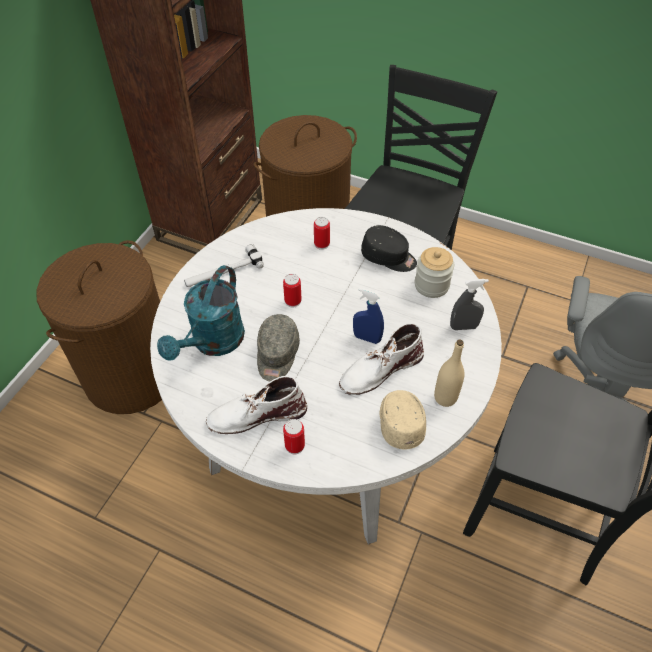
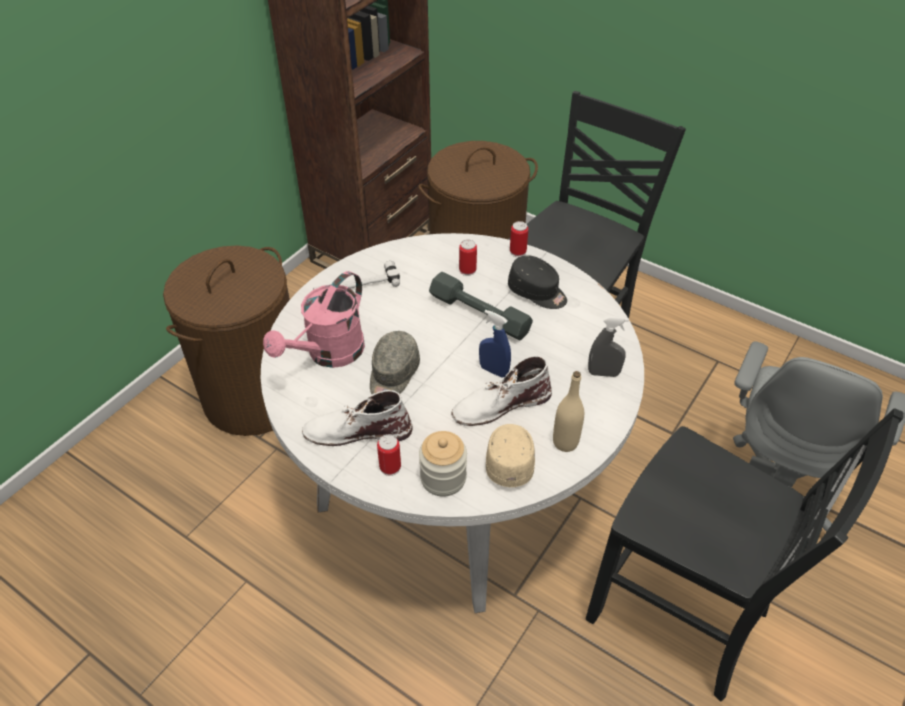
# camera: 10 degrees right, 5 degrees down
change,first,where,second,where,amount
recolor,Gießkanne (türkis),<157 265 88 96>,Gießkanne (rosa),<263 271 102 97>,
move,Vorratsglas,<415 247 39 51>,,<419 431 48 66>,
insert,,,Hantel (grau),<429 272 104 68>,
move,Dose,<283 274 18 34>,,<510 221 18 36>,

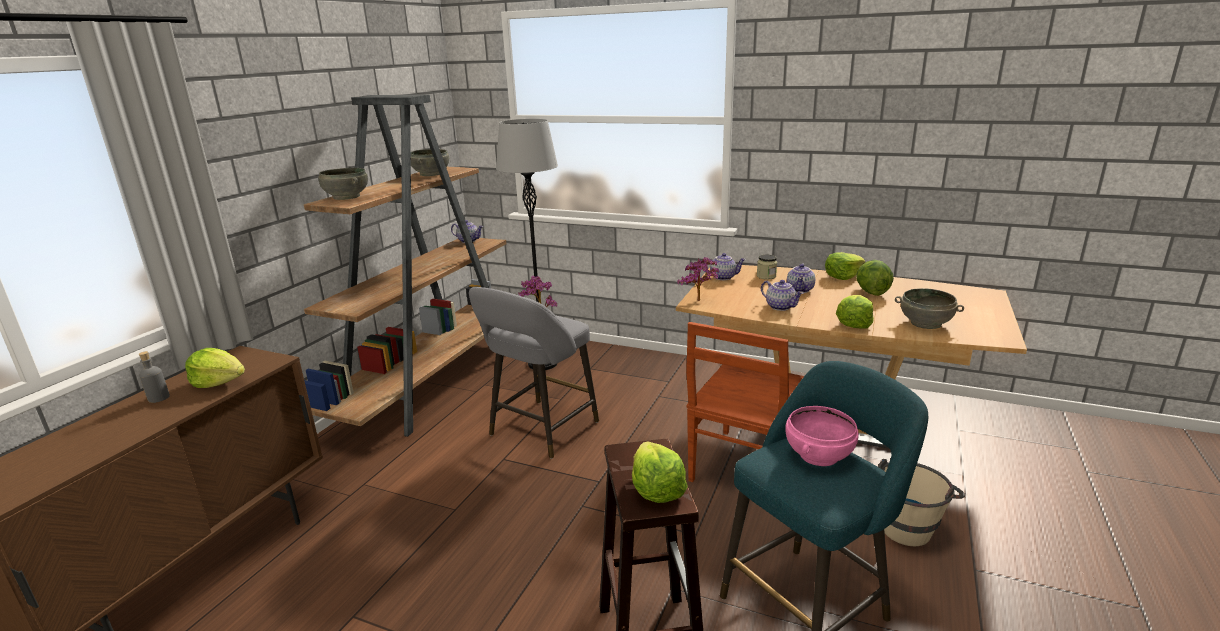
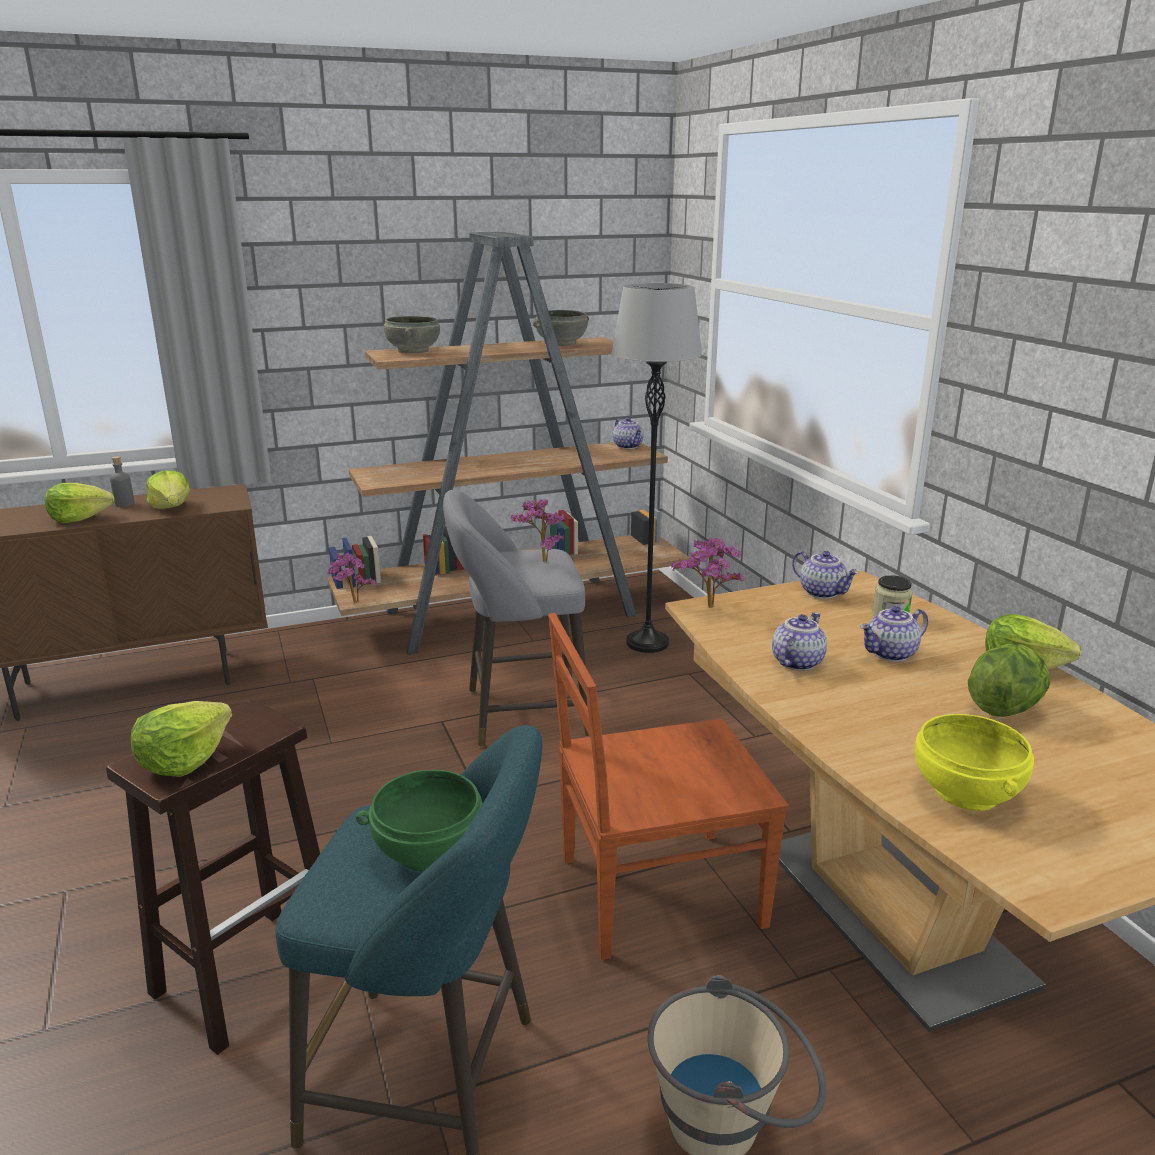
# camera: 45 degrees right, 0 degrees up
change,first,where,second,where,amount
move,Salatkopf,<836 295 38 33>,,<45 483 69 40>,
insert,,,Topfpflanze,<328 553 48 50>,
recolor,Schüssel (rosa),<786 406 73 60>,Schüssel (grün),<356 770 127 101>,
rotate,Teekanne,<761 280 42 31>,,<772 612 55 59>,150 degrees counterclockwise
recolor,Schüssel (grau),<895 288 69 41>,Schüssel (gelb),<915 714 119 97>,

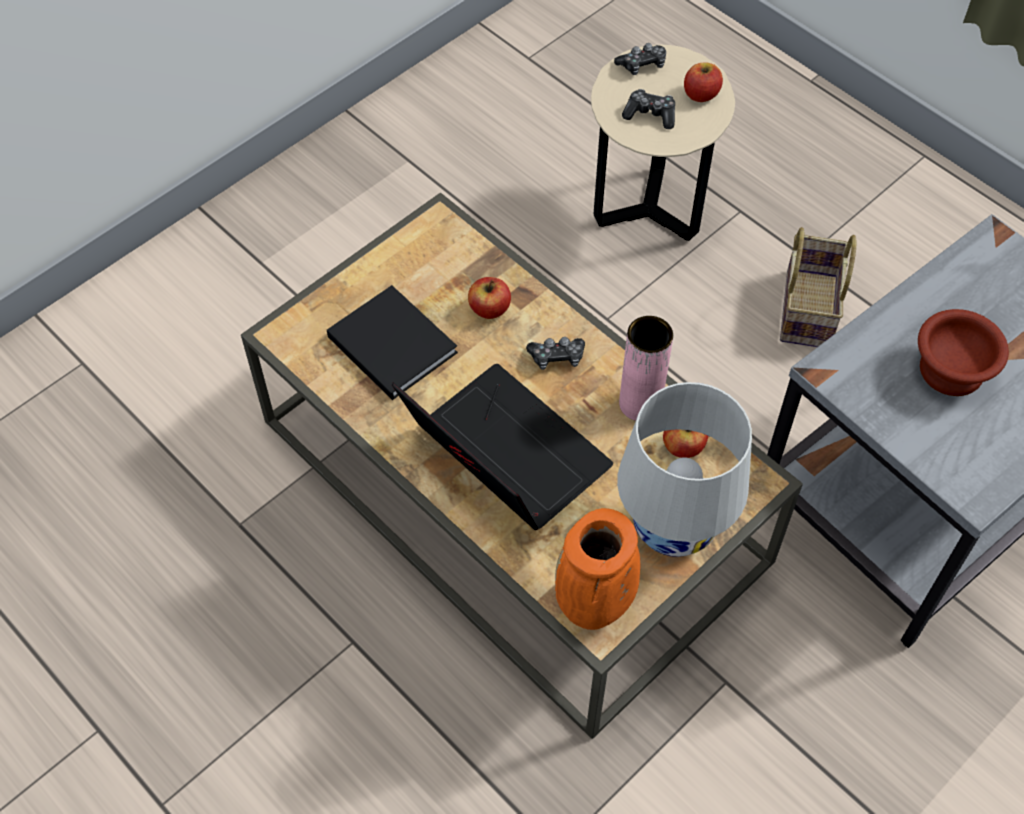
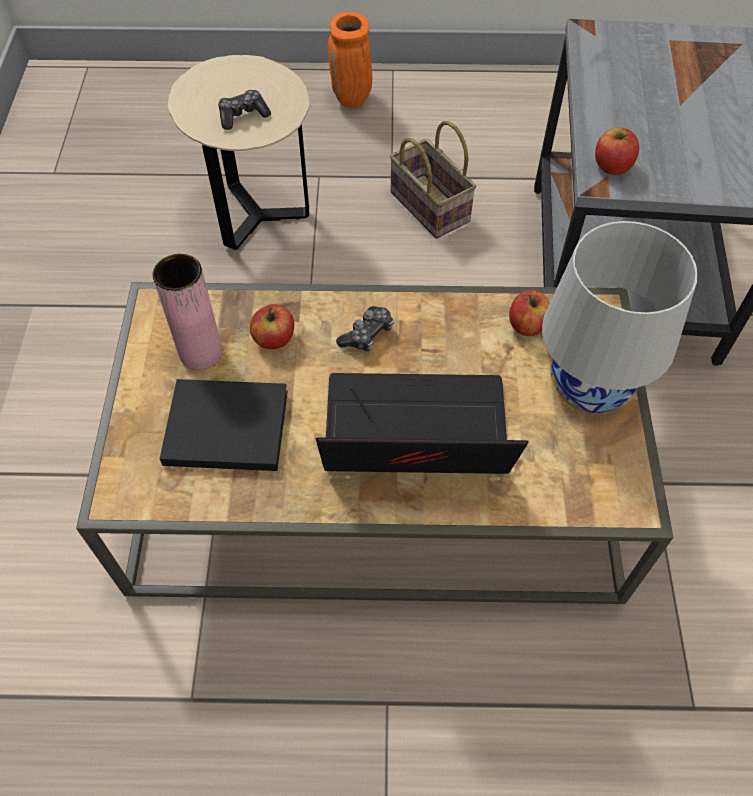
# camera: 45 degrees left, 0 degrees up
change,first,where,second,where,amount
move,Vase (rosa),<619 316 54 105>,,<153 254 69 115>,
move,Vase (orange),<555 508 85 122>,,<328 12 44 96>,
move,Apfel,<684 63 39 39>,,<595 127 44 48>,
delete,Gamepad,<614 43 52 32>,,,
delete,Schüssel (braun),<918 309 91 87>,,,

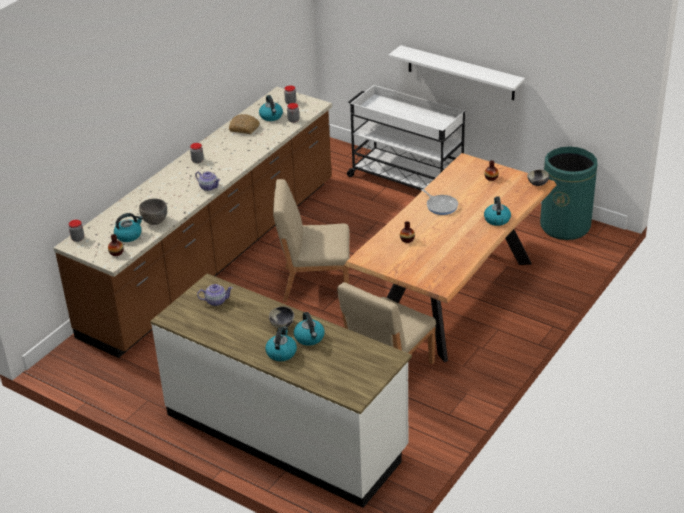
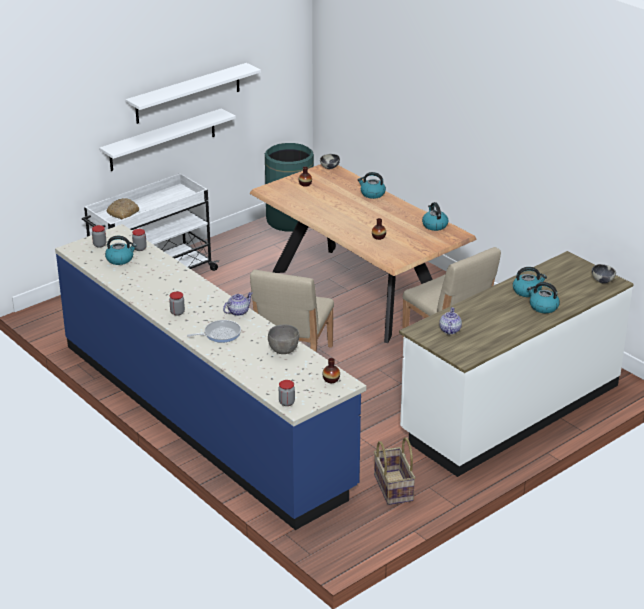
# camera: 75 degrees left, 5 degrees down
change,first,where,second,where,amount
recolor,Küchenzeile (braun),<54 87 278 271>,Küchenzeile (blau),<55 224 311 306>,
move,Brot,<229 114 31 20>,,<107 198 32 21>,
insert,,,Wandregal (weiß),<125 63 136 61>,
move,Pfanne,<421 189 37 26>,,<187 320 54 23>,
insert,,,Korb,<374 437 42 68>,
move,Wasserkessel,<114 213 29 29>,,<422 202 26 29>,
move,Schüssel,<269 307 25 21>,,<592 264 24 19>,

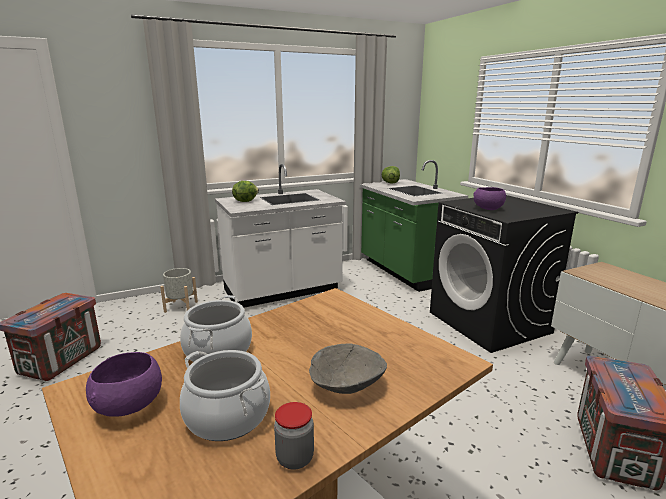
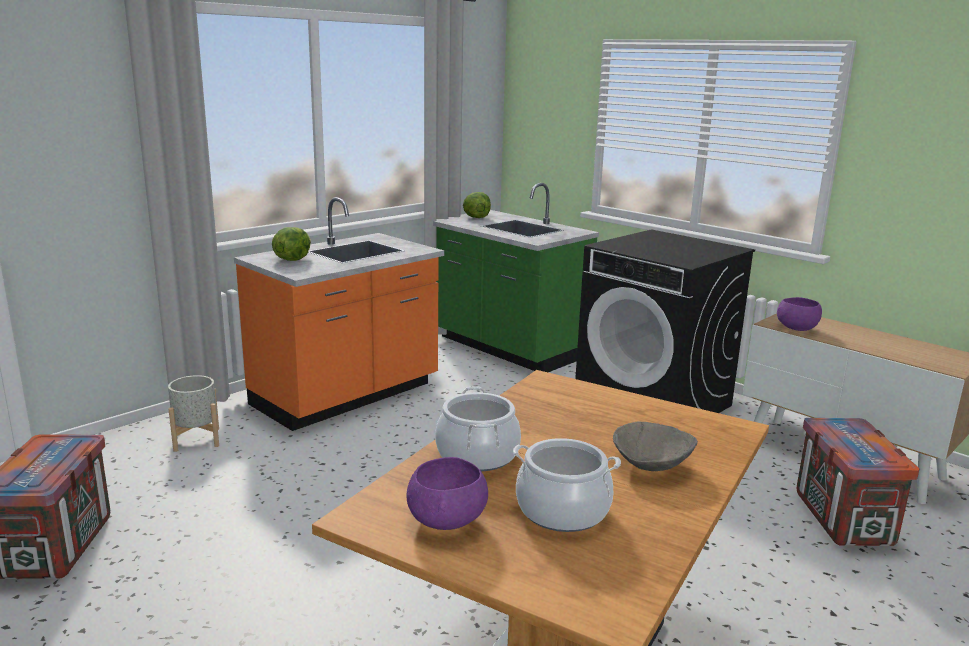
# camera: 20 degrees left, 0 degrees up
change,first,where,second,where,amount
recolor,Küchenzeile (weiß),<215 164 131 144>,Küchenzeile (orange),<234 197 210 234>,
move,Schüssel (lila),<473 187 33 23>,,<777 297 45 34>,
delete,Vorratsglas,<274 402 40 68>,,,

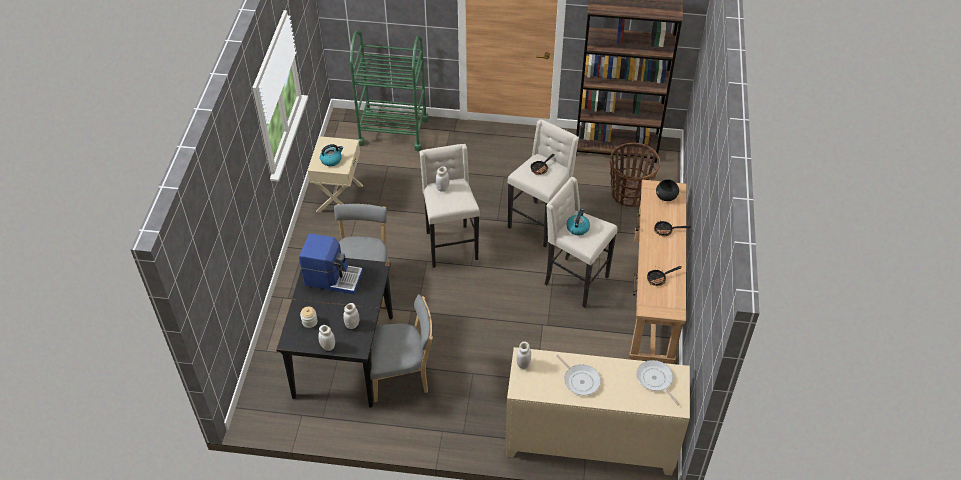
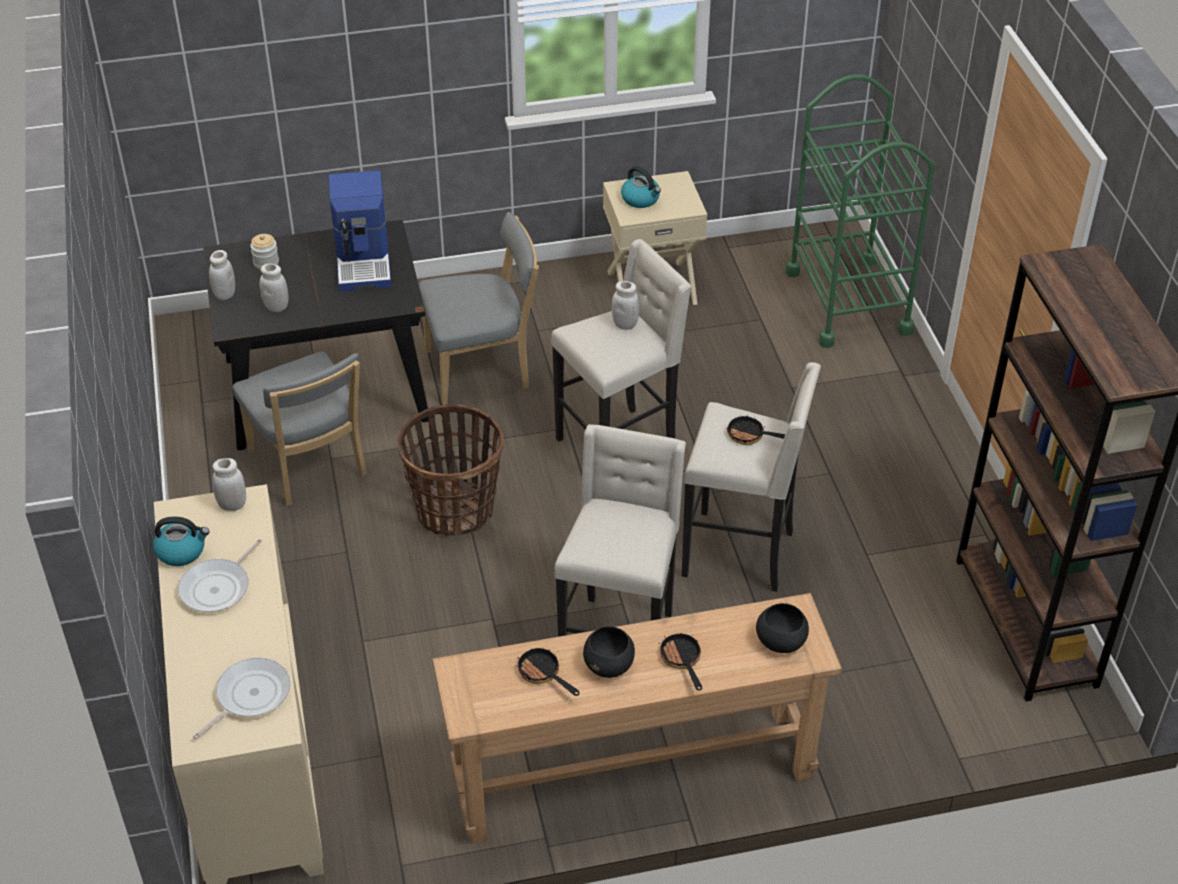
# camera: 70 degrees right, 5 degrees down
change,first,where,second,where,amount
move,Wasserkessel,<566 209 24 26>,,<153 516 57 50>,
move,Korb,<610 143 50 64>,,<398 404 106 132>,
insert,,,Schüssel (schwarz),<583 626 52 52>,

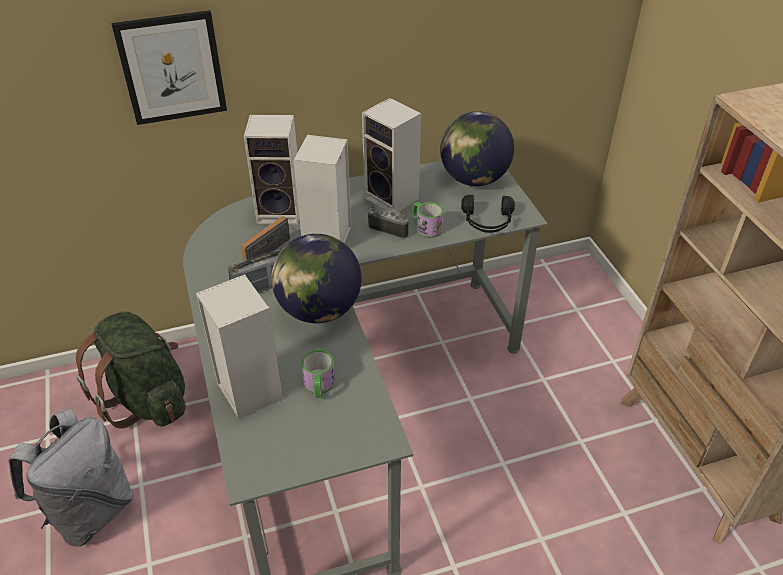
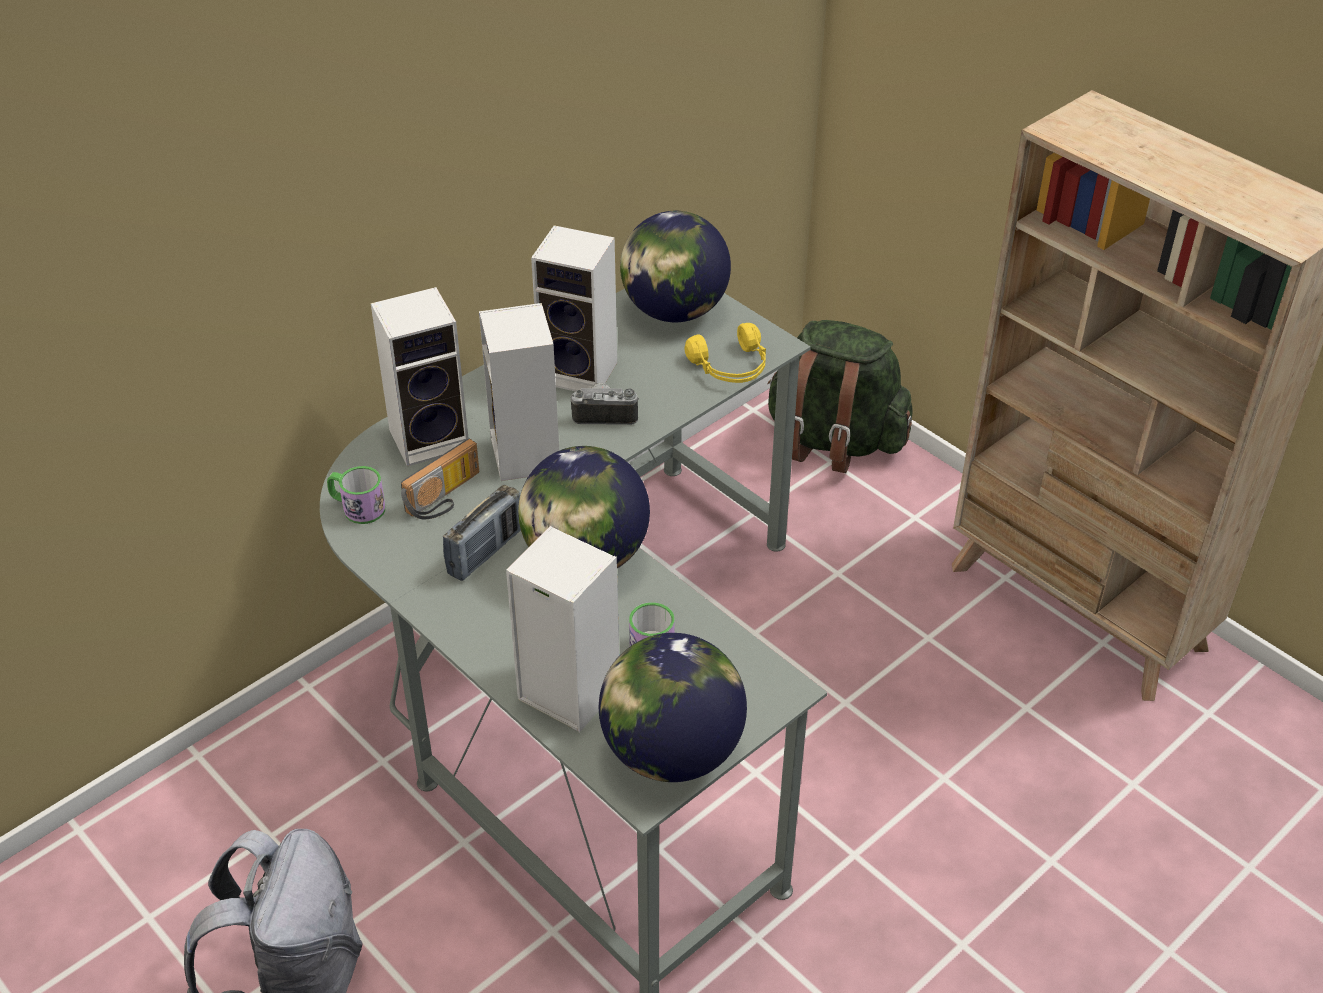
# camera: 25 degrees left, 0 degrees up
change,first,where,second,where,amount
move,Henkelbecher,<412 202 32 36>,,<327 466 58 58>,
rotate,Radio,<241 216 49 45>,,<401 438 78 82>,150 degrees counterclockwise
insert,,,Globus,<599 633 148 149>,
recolor,Kopfhörer (schwarz),<461 195 54 38>,Kopfhörer (gelb),<685 323 81 60>,
move,Rucksack (grün),<76 311 110 118>,,<767 320 146 153>,
delete,Bild,<112 10 115 115>,,,

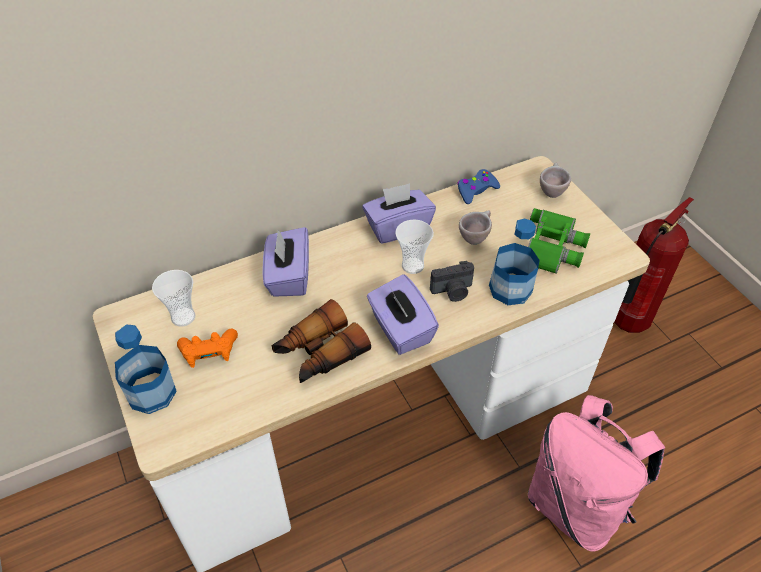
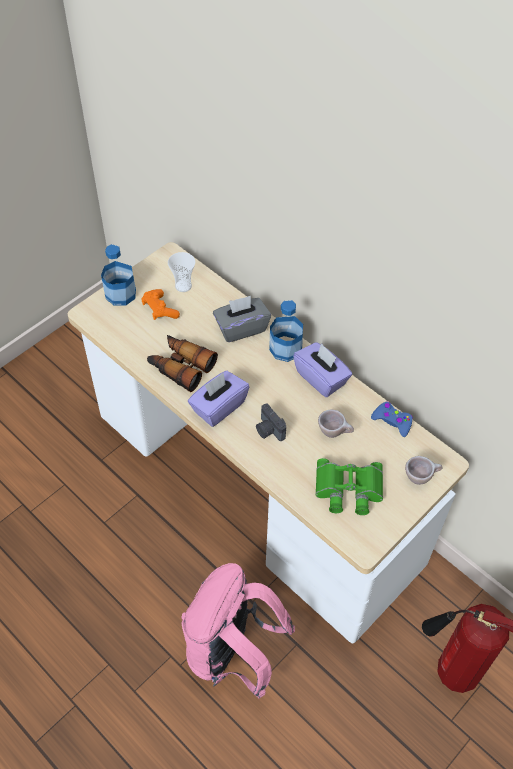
# camera: 70 degrees right, 5 degrees up
change,first,where,second,where,amount
recolor,Taschentuchbox (lila),<263 227 46 70>,Taschentuchbox (grau),<213 296 58 46>,
move,Flasche,<489 218 50 87>,,<269 300 34 62>,
delete,Tasse,<396 220 38 54>,,,

